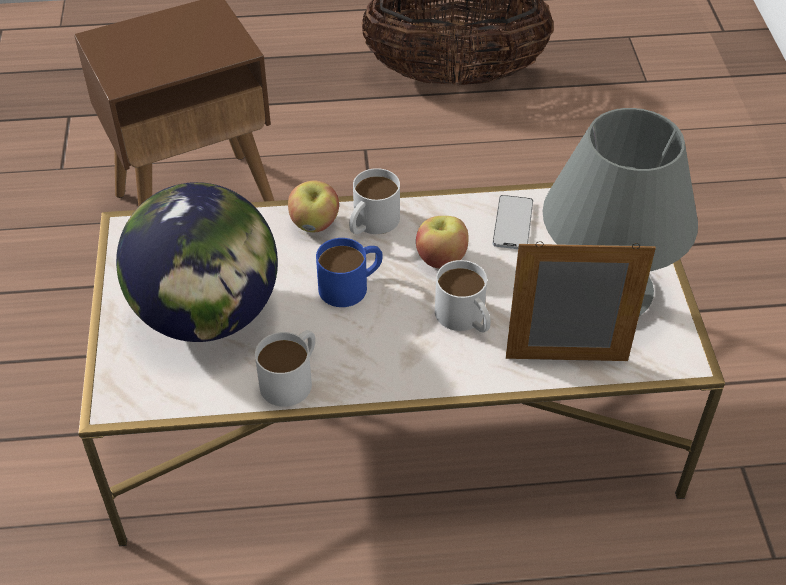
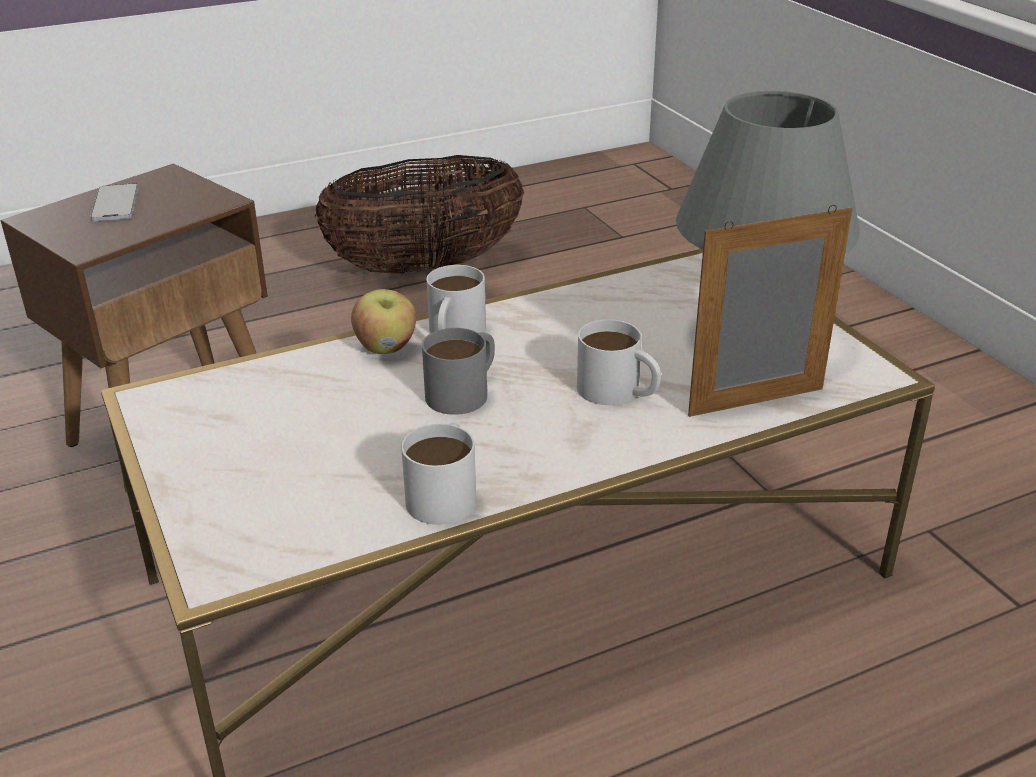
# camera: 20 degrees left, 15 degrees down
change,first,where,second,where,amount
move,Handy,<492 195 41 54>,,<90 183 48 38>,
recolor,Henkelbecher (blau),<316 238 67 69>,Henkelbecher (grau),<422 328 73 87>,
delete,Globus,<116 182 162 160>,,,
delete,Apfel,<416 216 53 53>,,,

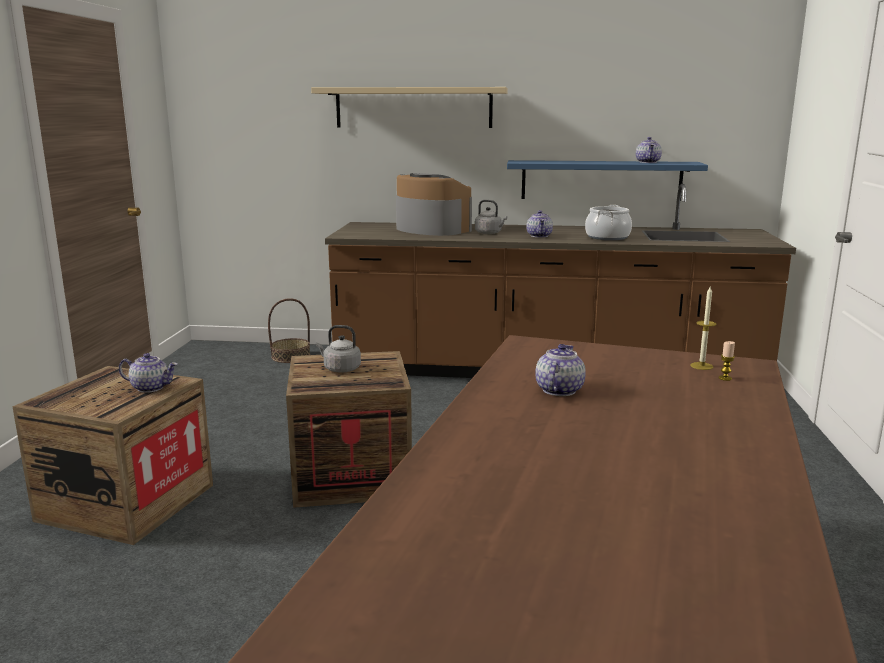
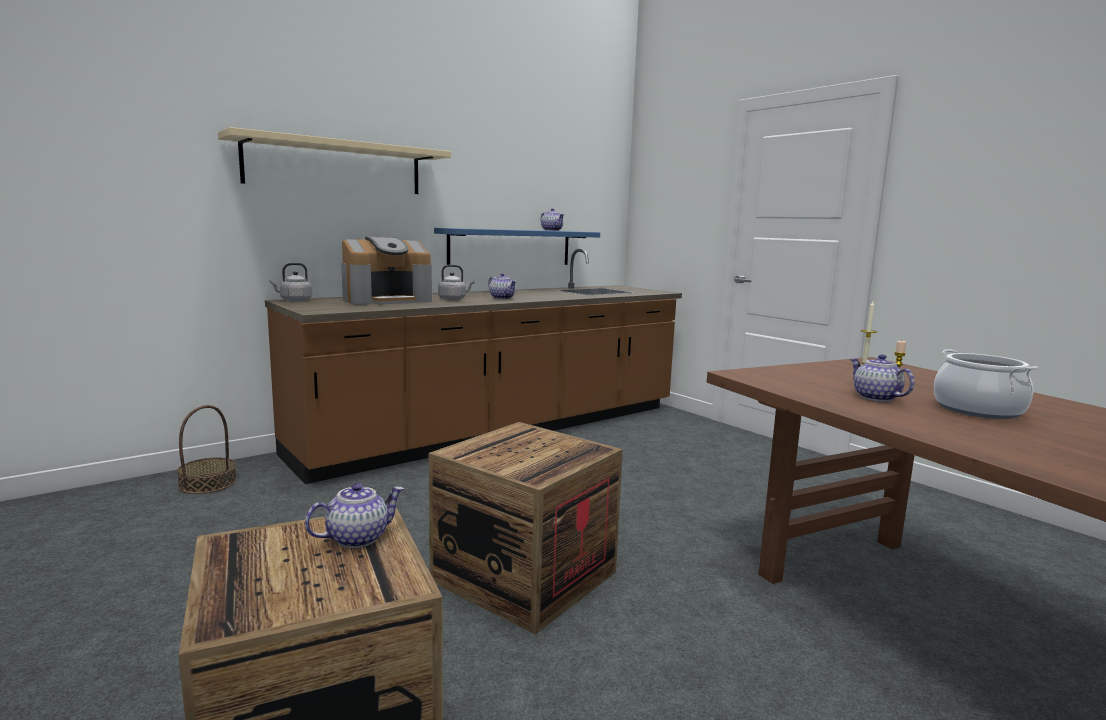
# camera: 45 degrees left, 5 degrees down
change,first,where,second,where,amount
move,Wasserkessel (grau),<316 325 45 48>,,<270 263 42 39>,
rotate,Kaffeemaschine,<396 173 76 63>,,<341 237 91 68>,150 degrees clockwise
move,Kochtopf,<585 205 47 35>,,<934 349 104 70>,

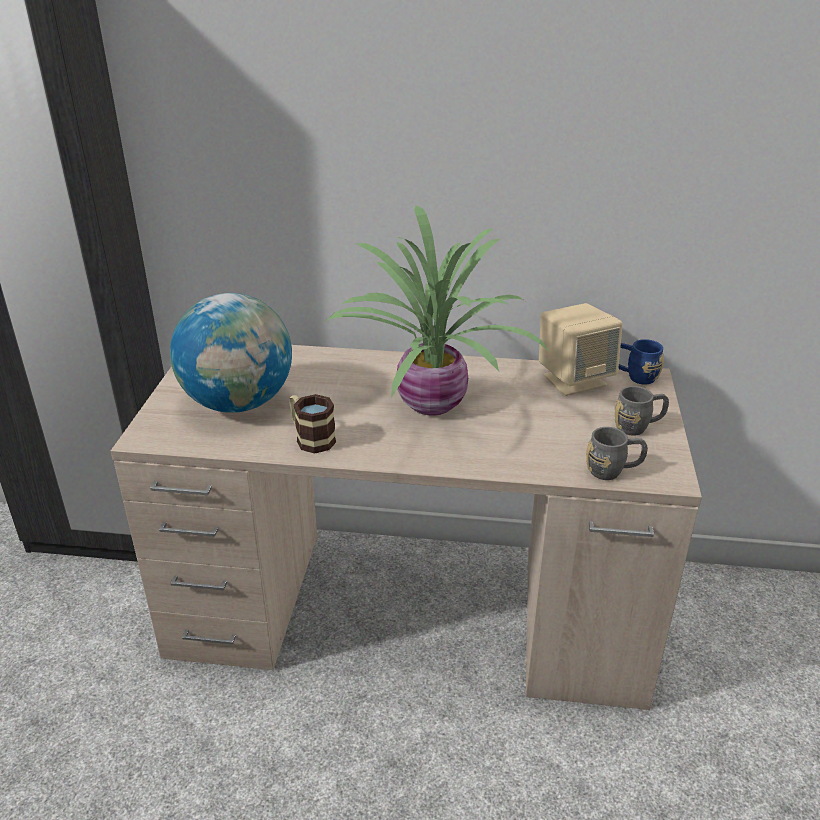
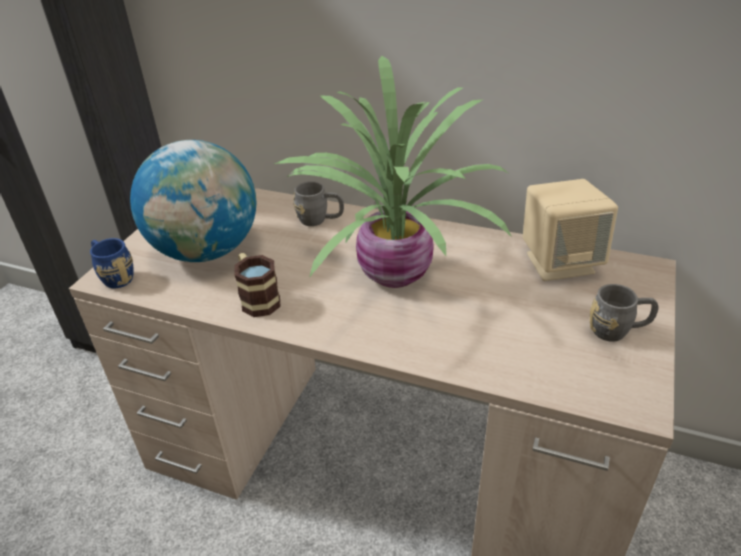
# camera: 15 degrees right, 5 degrees up
change,first,where,second,where,amount
move,Henkelbecher (blau),<618 339 46 46>,,<90 238 44 50>,
move,Henkelbecher (grau),<586 427 62 53>,,<293 181 51 45>,

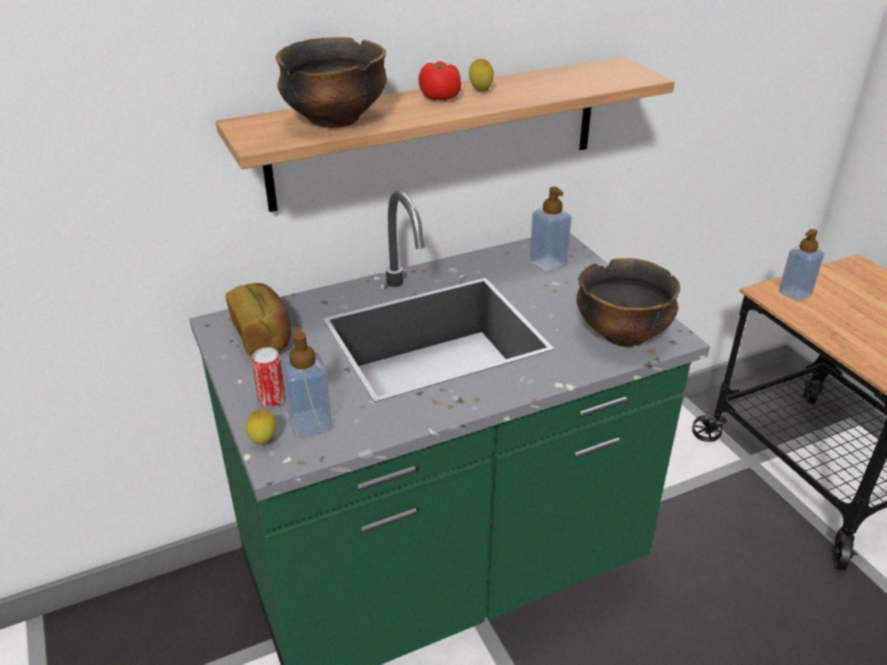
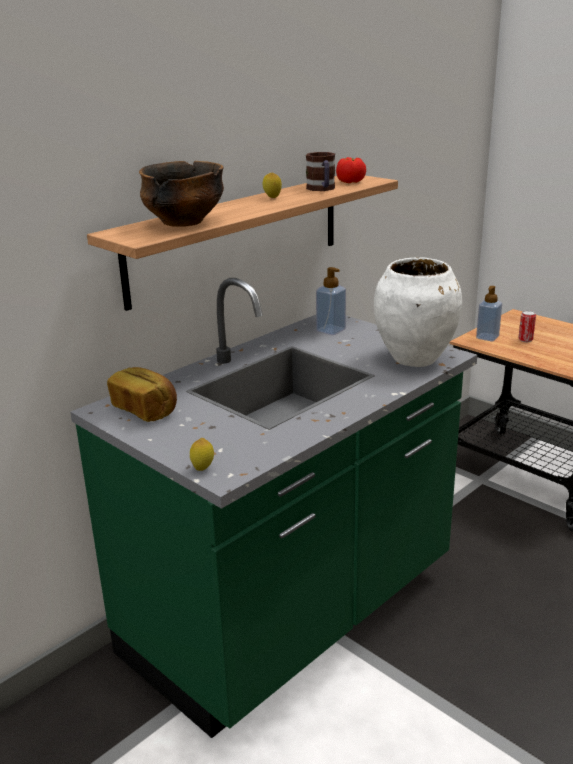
# camera: 20 degrees left, 10 degrees down
change,first,where,second,where,amount
insert,,,Henkelbecher,<306 152 29 39>,
move,Tomate,<419 61 42 40>,,<336 157 30 26>,
replace,Schüssel,<577 258 103 89>,Vase (weiß),<374 257 88 110>,
move,Dose,<252 347 34 60>,,<518 310 18 32>,
delete,Seifenspender,<281 327 51 110>,,,

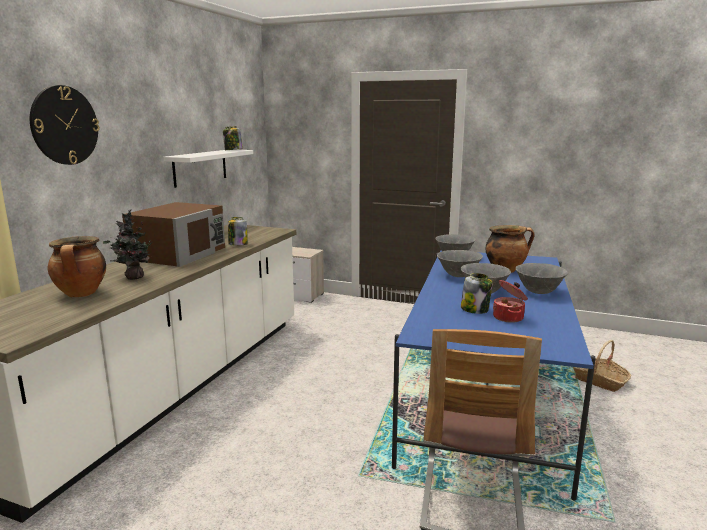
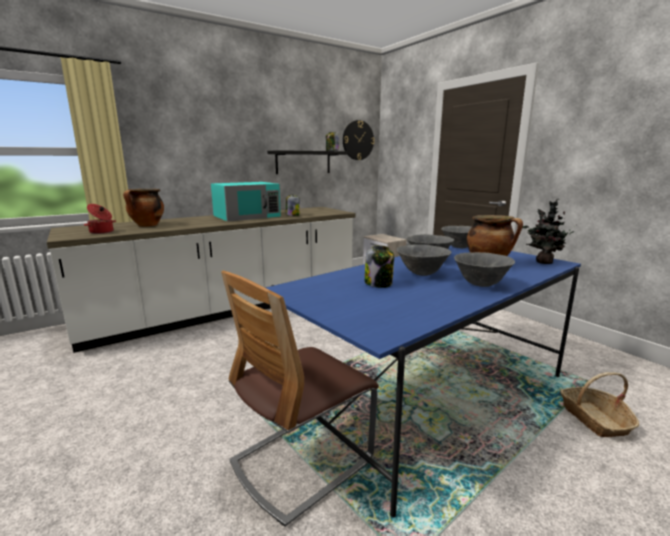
# camera: 35 degrees right, 0 degrees up
change,first,where,second,where,amount
move,Kochtopf,<493 280 35 43>,,<84 204 32 30>,
recolor,Mikrowelle (braun),<122 202 103 65>,Mikrowelle (türkis),<211 182 70 40>,
recolor,Wandregal (weiß),<163 150 90 38>,Wandregal (schwarz),<267 150 81 24>,
move,Wanduhr,<30 85 70 80>,,<343 120 31 40>,
move,Topfpflanze,<103 209 49 71>,,<522 199 52 65>,

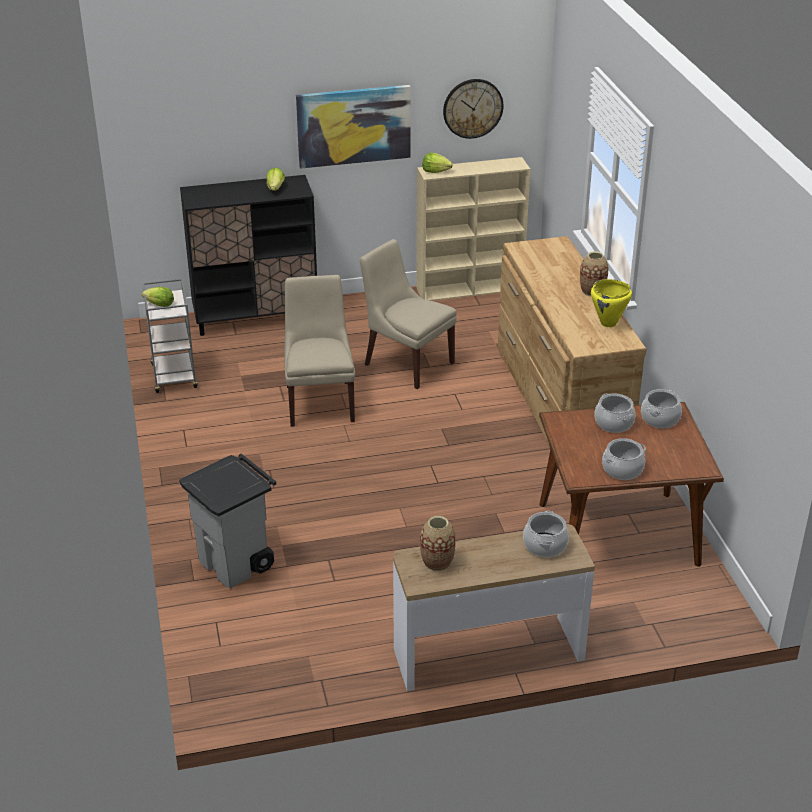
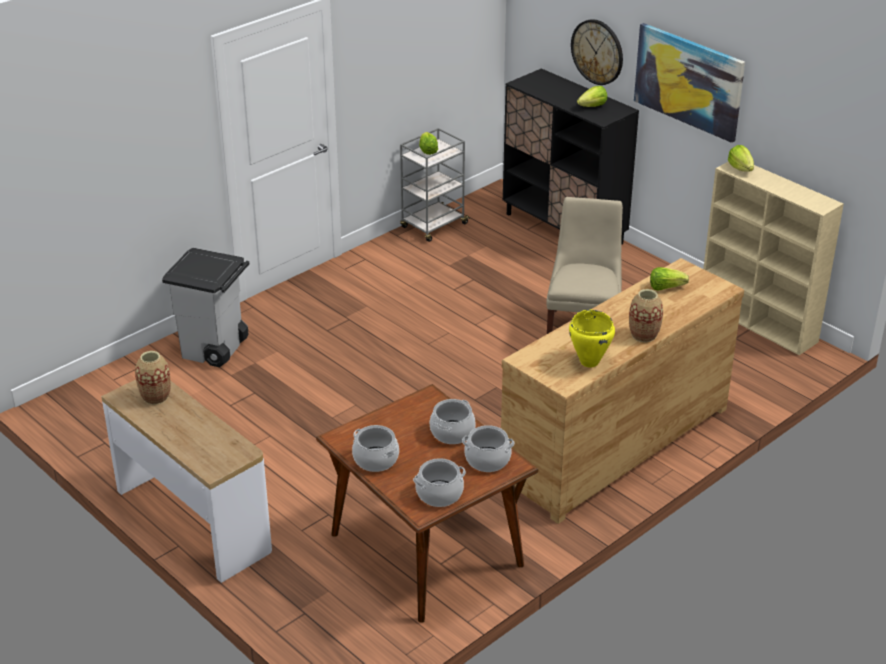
# camera: 60 degrees right, 0 degrees up
change,first,where,second,where,amount
move,Kochtopf,<523 511 46 47>,,<413 458 53 49>,
move,Wanduhr,<443 79 61 60>,,<571 19 52 66>,
insert,,,Salatkopf,<650 267 39 24>,
delete,Stuhl (beige),<284 275 71 152>,,,

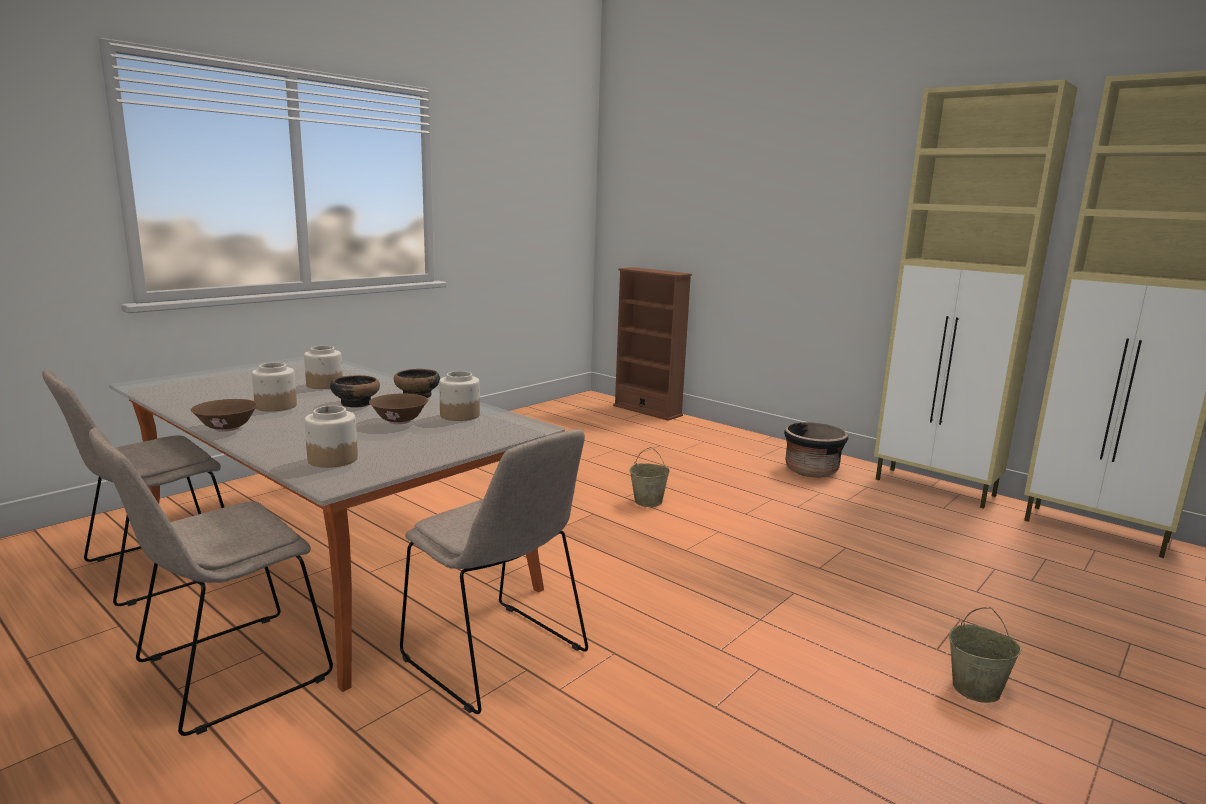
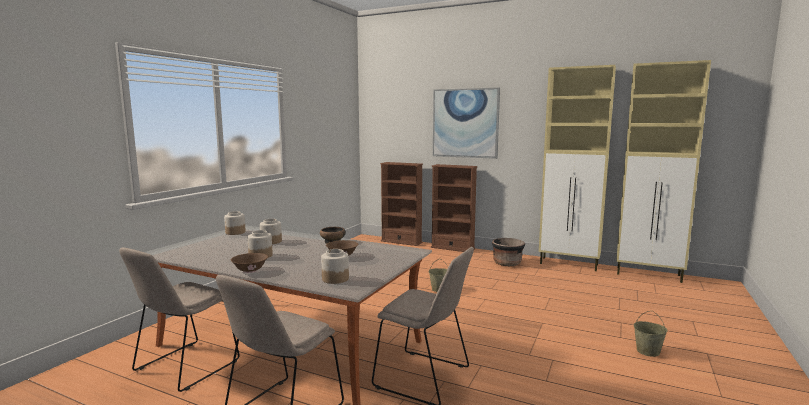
# camera: 15 degrees left, 5 degrees down
change,first,where,second,where,amount
move,Vorratsglas,<439 371 41 50>,,<224 211 22 24>,
insert,,,Bücherregal (braun),<431 164 46 88>,
insert,,,Bild,<433 88 67 71>,
delete,Schüssel,<330 375 50 33>,,,

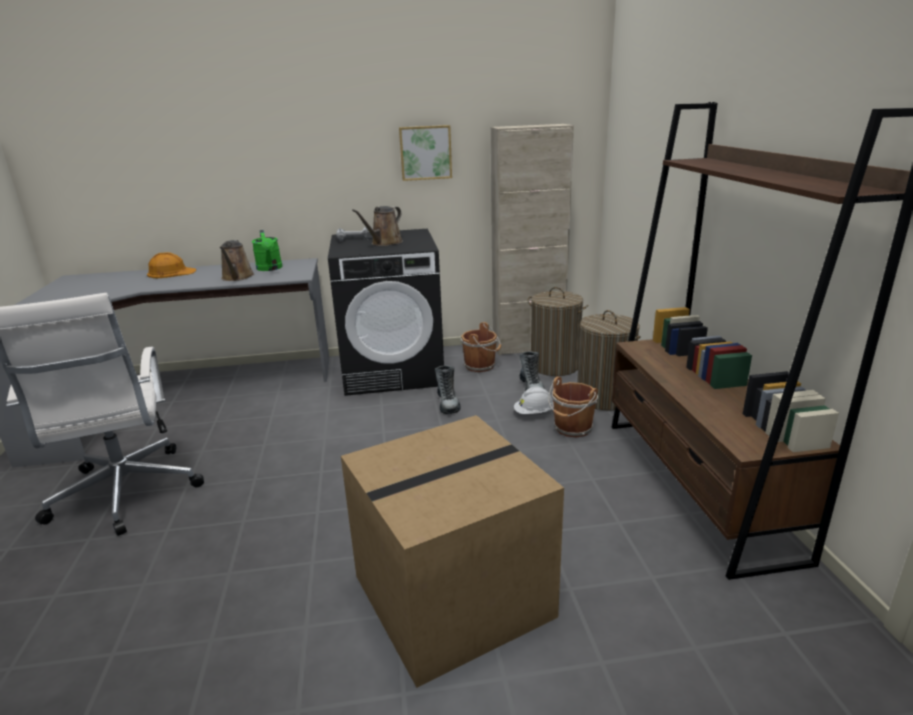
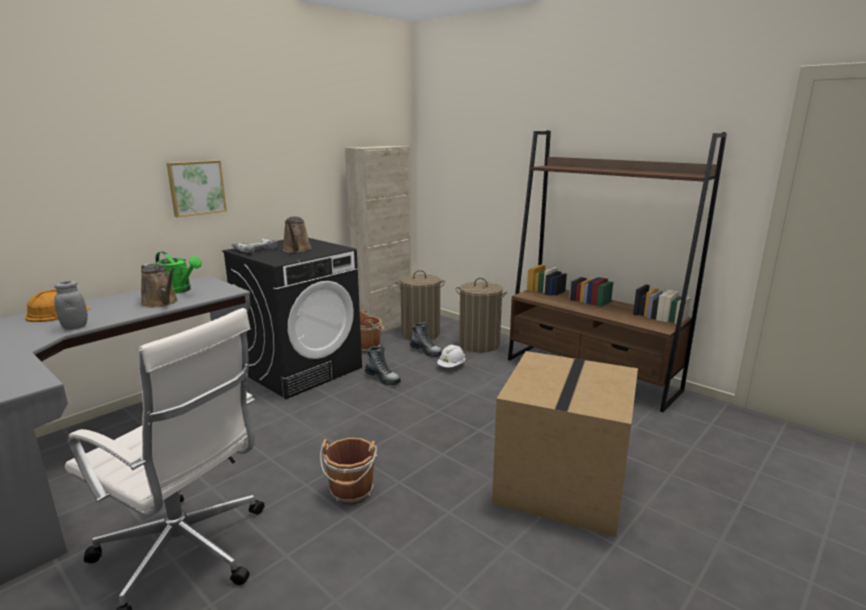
# camera: 40 degrees left, 5 degrees down
change,first,where,second,where,amount
insert,,,Vorratsglas (grau),<54 281 34 49>,
move,Bild,<399 125 53 56>,,<167 160 60 57>,
move,Eimer (braun),<548 376 50 61>,,<320 438 57 66>,

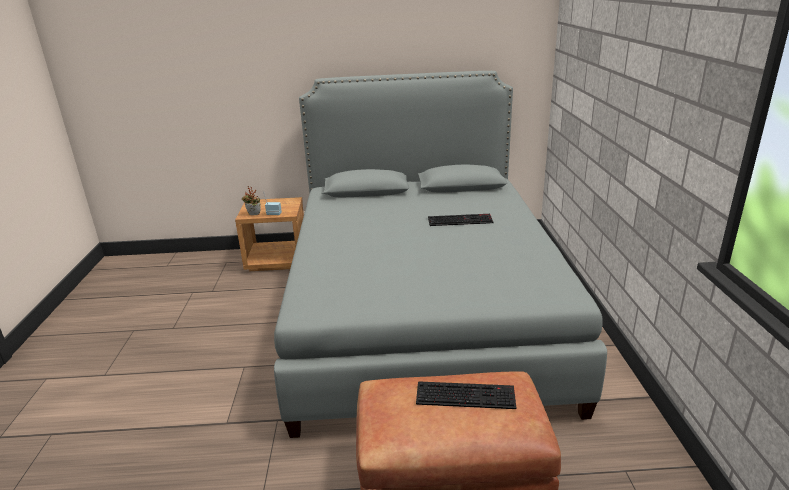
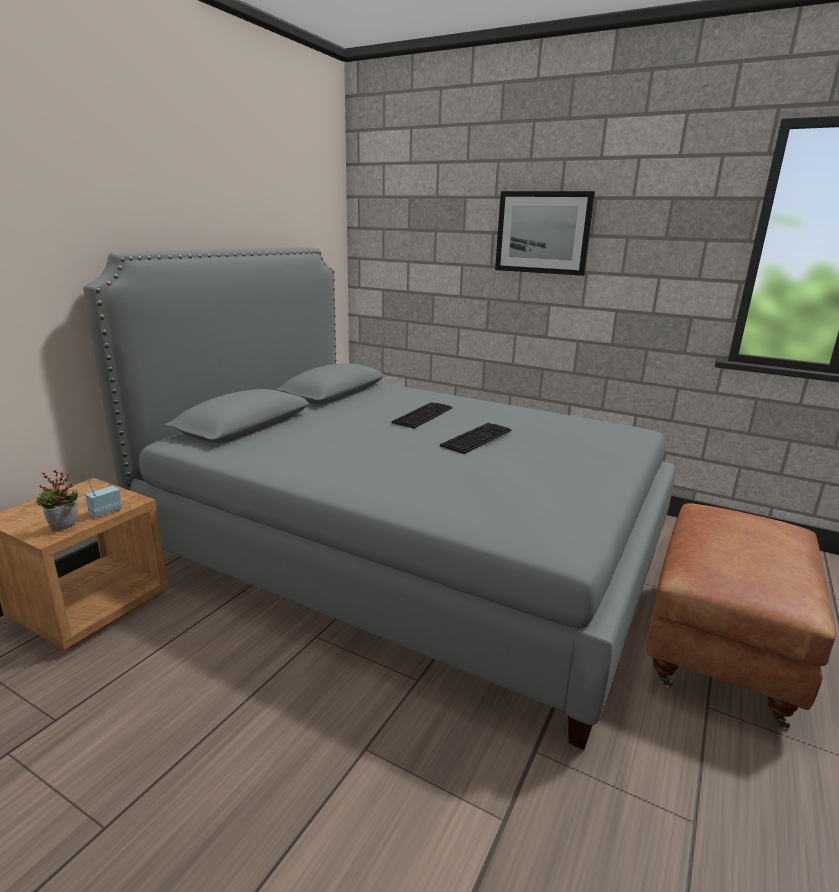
# camera: 60 degrees left, 5 degrees down
change,first,where,second,where,amount
move,Tastatur,<416 381 100 28>,,<440 423 72 31>,
insert,,,Bild,<495 191 100 85>,

